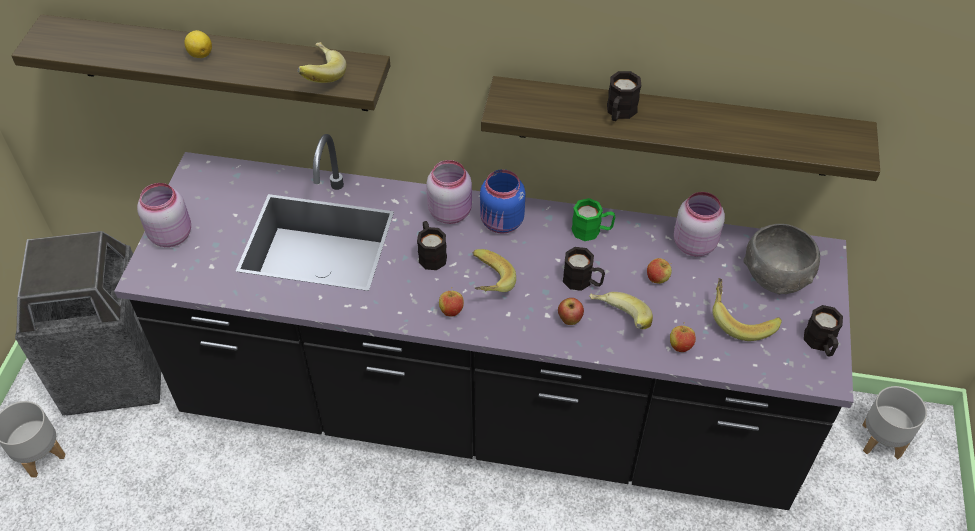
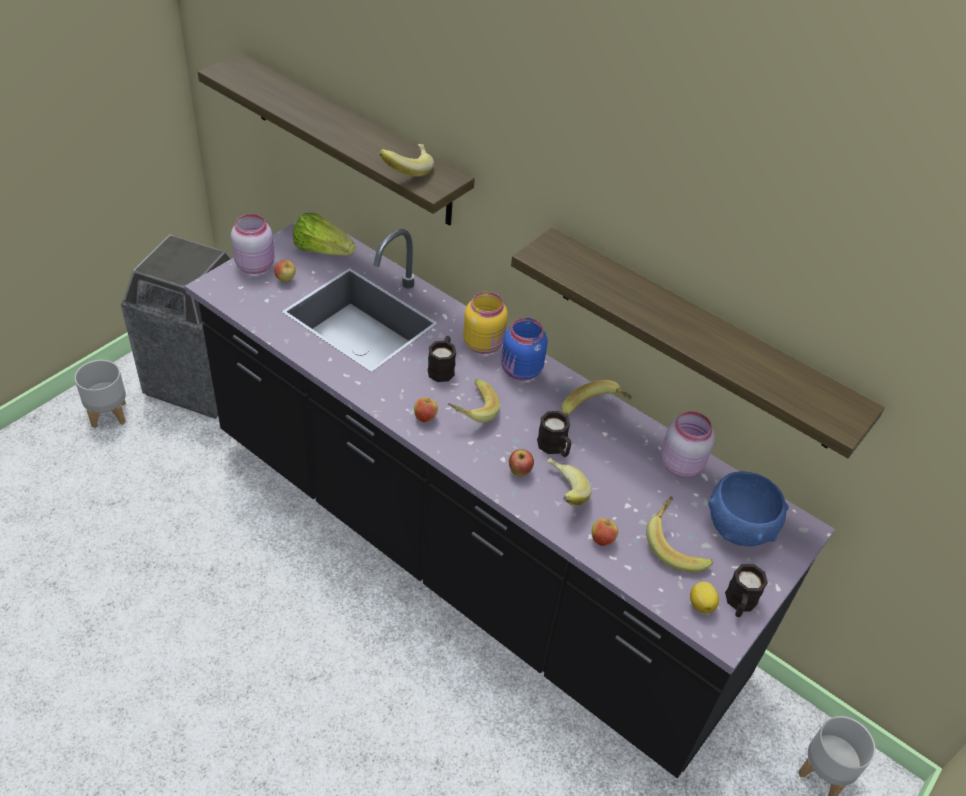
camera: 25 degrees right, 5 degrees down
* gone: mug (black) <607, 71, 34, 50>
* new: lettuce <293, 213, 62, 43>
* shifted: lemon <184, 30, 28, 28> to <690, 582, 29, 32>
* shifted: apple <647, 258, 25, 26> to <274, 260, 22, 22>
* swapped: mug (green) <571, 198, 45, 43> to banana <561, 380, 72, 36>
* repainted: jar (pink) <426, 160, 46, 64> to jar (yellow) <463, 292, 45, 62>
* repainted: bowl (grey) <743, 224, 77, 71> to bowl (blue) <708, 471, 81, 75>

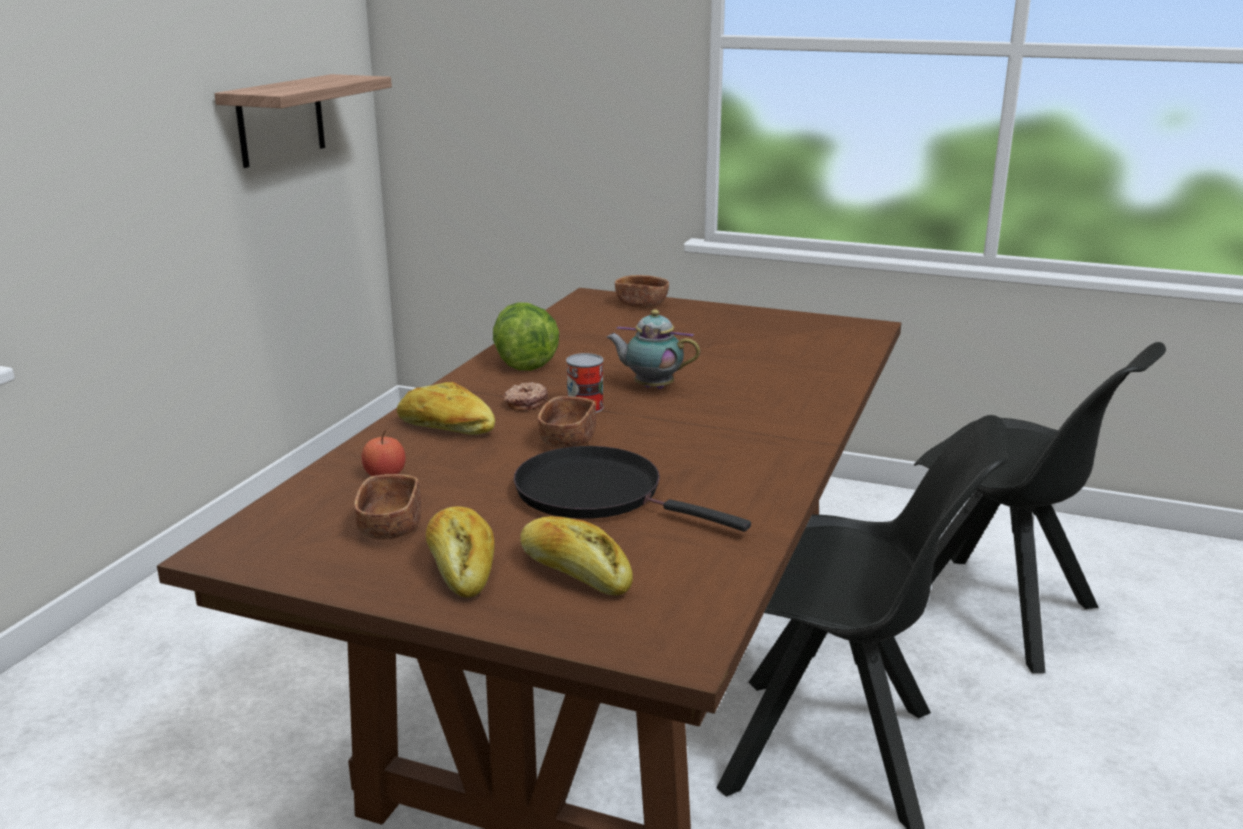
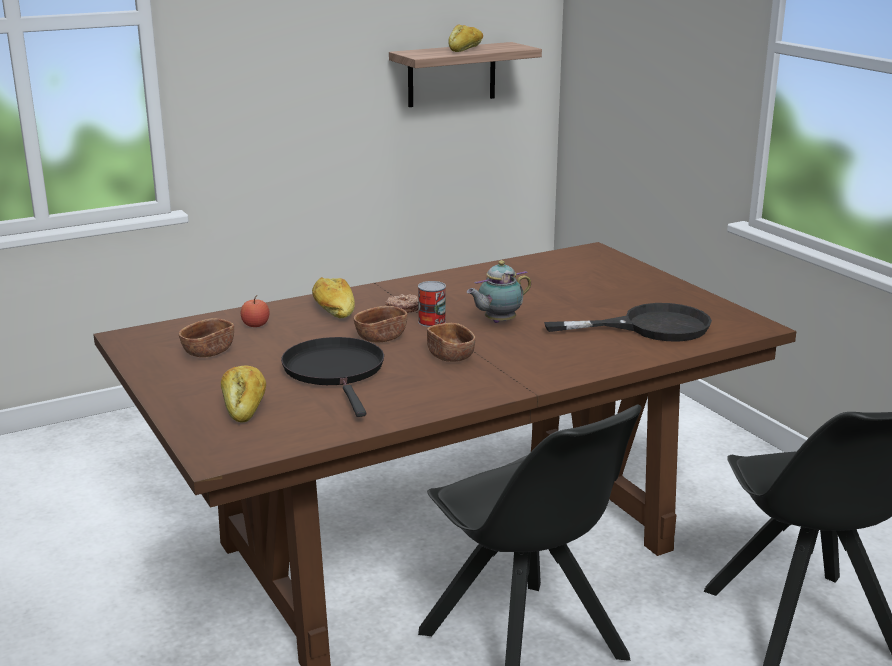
camera: 40 degrees right, 0 degrees up
* gone: lettuce <493, 303, 66, 68>
* new: frying pan (black) <544, 303, 168, 38>
* shifted: bread <426, 506, 69, 92> to <448, 24, 35, 28>
* shifted: bowl (brown) <615, 275, 54, 33> to <427, 323, 48, 39>
* rotated: teapot <606, 310, 94, 79> = <467, 260, 64, 63> 90 degrees counterclockwise

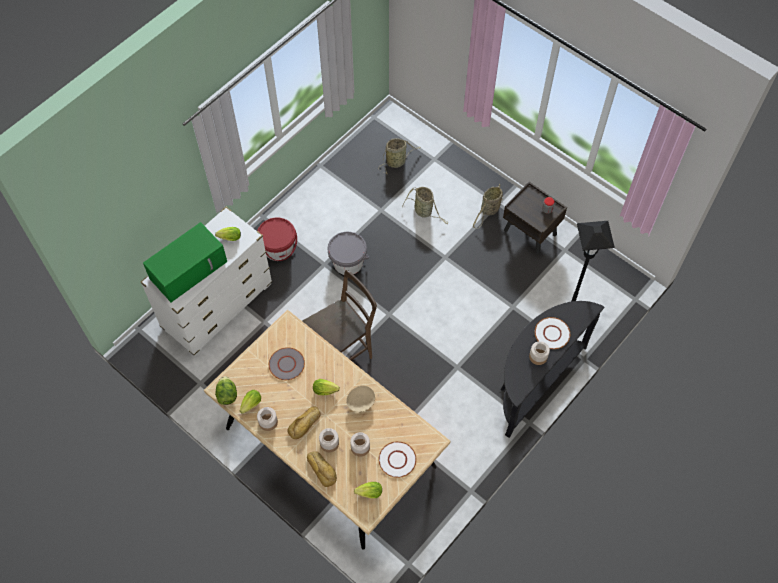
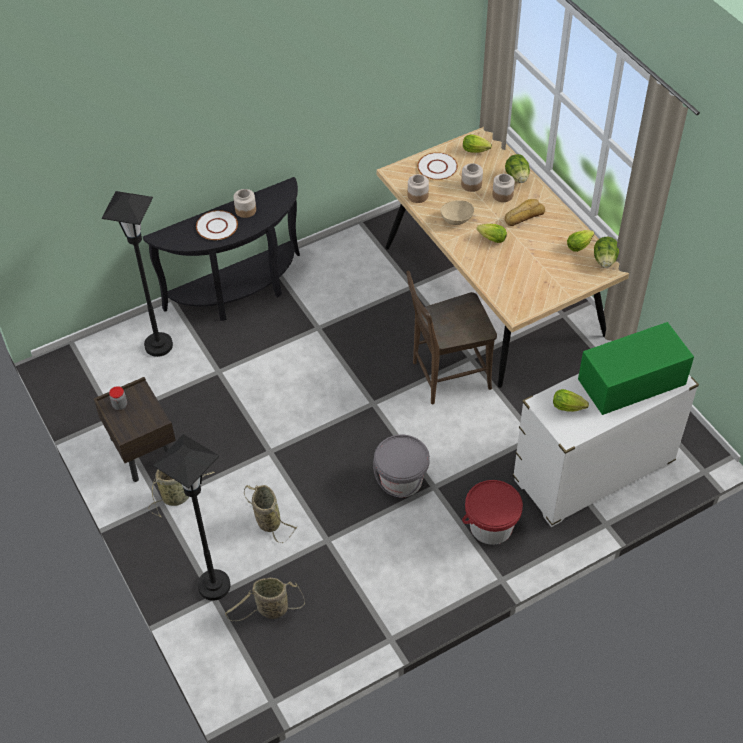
camera: 160 degrees left, 10 degrees down
* gone: plate (grey) <269, 347, 36, 33>
* new: floor lamp (black) <153, 434, 77, 167>
* shifted: jar <257, 407, 21, 24> to <408, 174, 21, 29>
* swapped: bread <307, 451, 30, 36> to lettuce <505, 154, 25, 29>

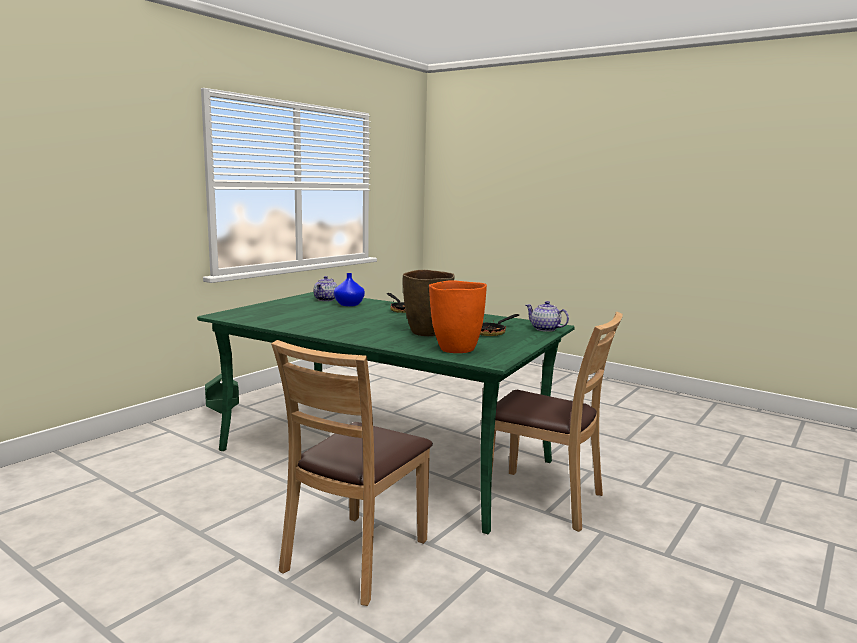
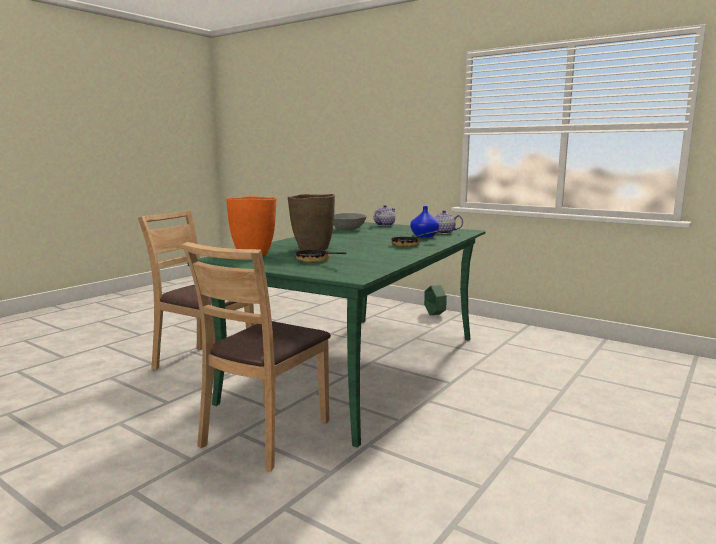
camera: 90 degrees right, 0 degrees up
* new: bowl (grey) <334, 213, 32, 17>
* shifted: teapot <526, 301, 43, 31> to <374, 205, 21, 21>

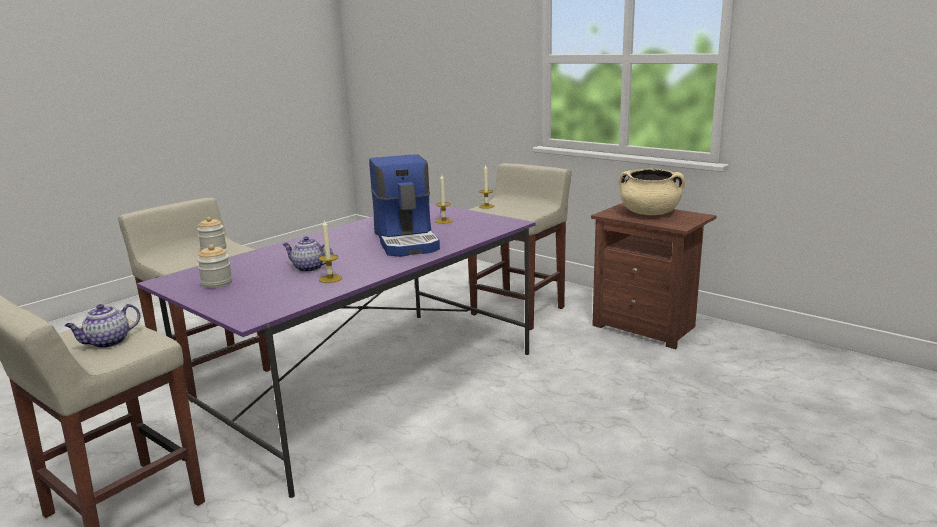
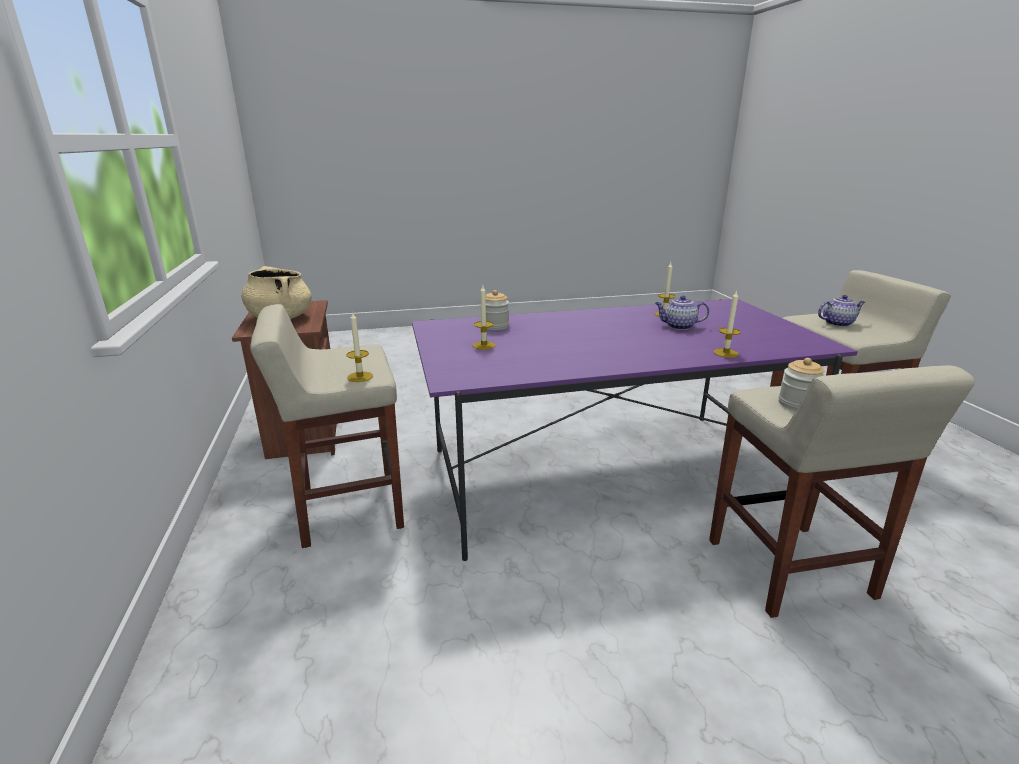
camera: 145 degrees left, 5 degrees up
* gone: coffee machine <369, 154, 71, 103>
* new: candle <713, 290, 28, 68>
* shifted: jar <197, 244, 35, 44> to <486, 290, 23, 40>
* rotated: teapot <282, 237, 51, 35> = <655, 296, 54, 34> 135 degrees clockwise

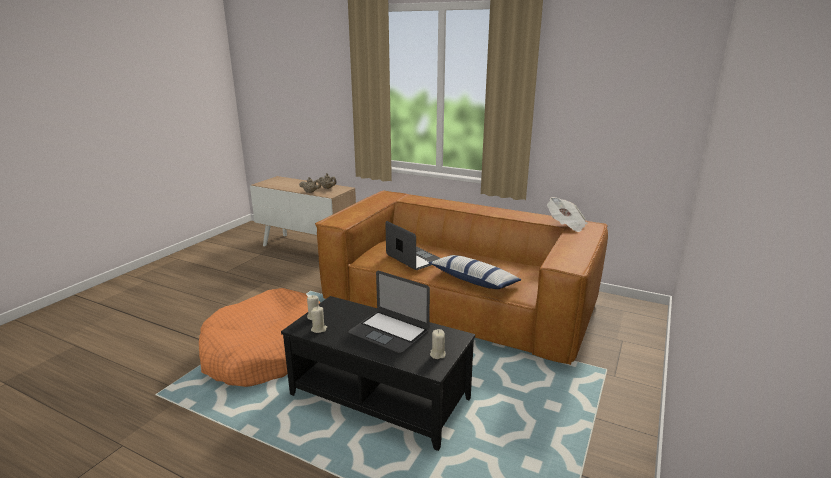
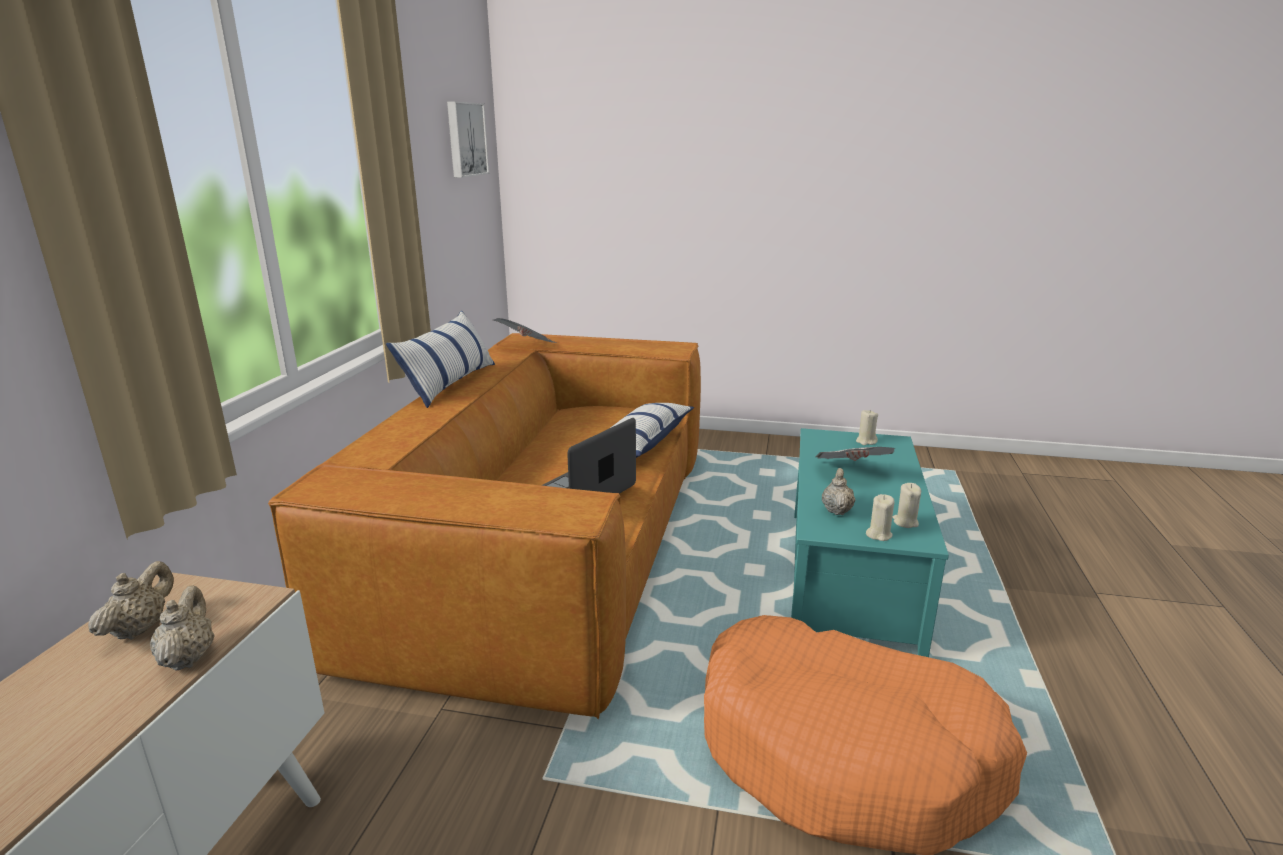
camera: 105 degrees left, 0 degrees up
* new: pillow <386, 311, 109, 97>
* new: picture <447, 102, 42, 76>
* new: teapot (beige) <822, 468, 33, 47>
* swapped: laptop <348, 271, 82, 82> to newspaper <816, 447, 79, 14>
* repainted: coffee table (black) <281, 296, 194, 155> to coffee table (turquoise) <791, 428, 158, 229>

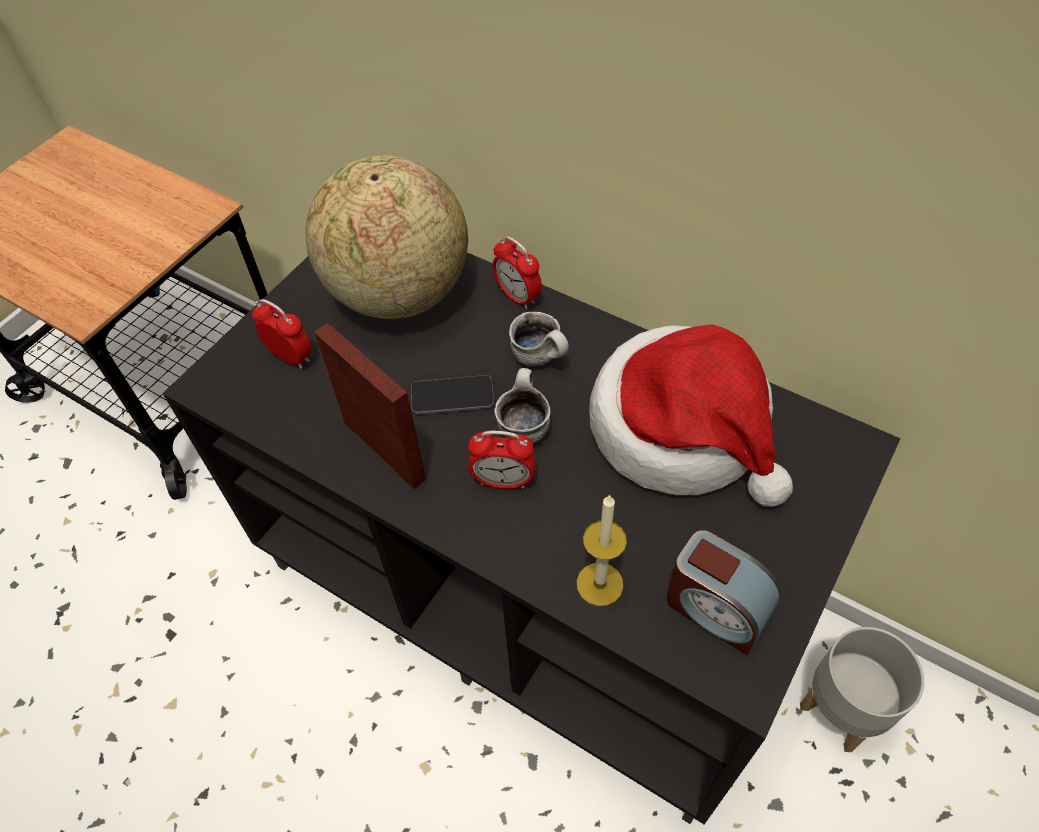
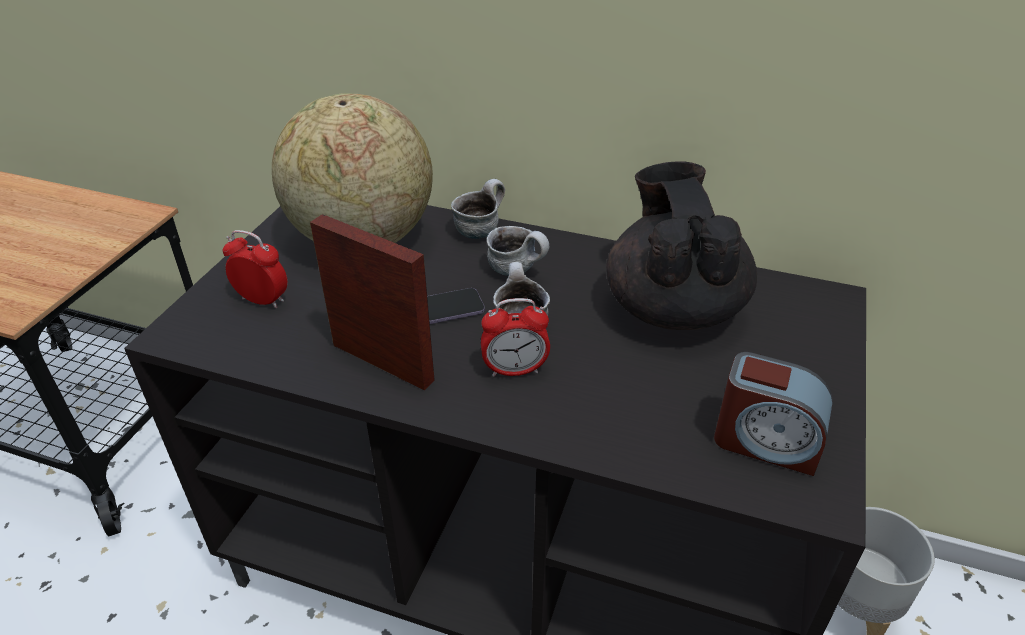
camera: 15 degrees left, 15 degrees down
* gone: candle <576, 494, 51, 112>
* swapped: alarm clock <492, 236, 50, 73> to mug <451, 179, 54, 60>
* swapped: hat <589, 324, 204, 183> to teapot (black) <606, 161, 151, 169>

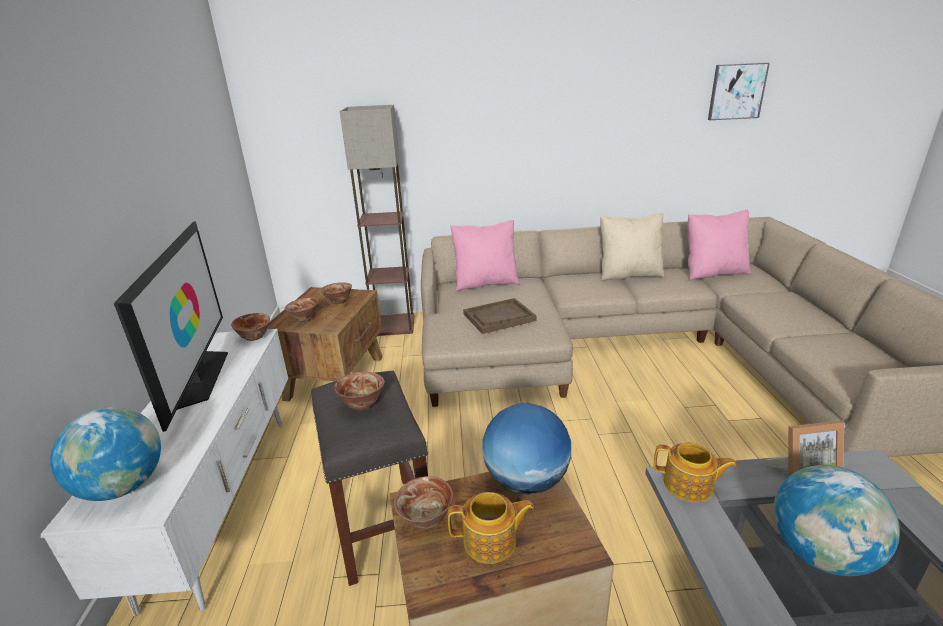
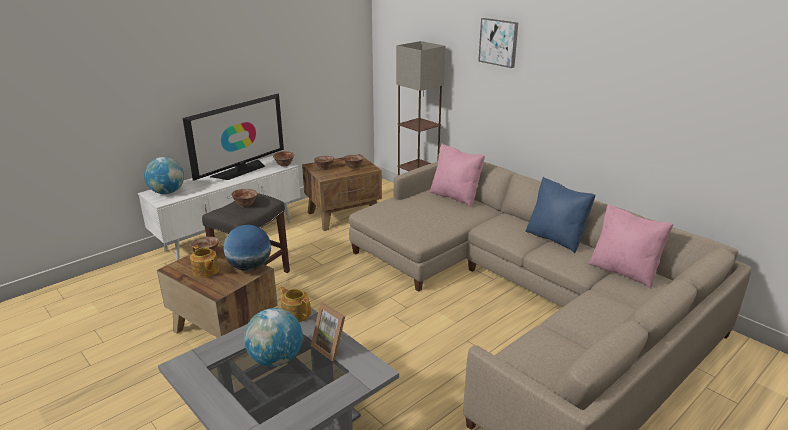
camera: 50 degrees right, 0 degrees up
* gone: tray (brown) <463, 298, 74, 36>
* shifted: picture <708, 63, 62, 57> to <478, 18, 40, 50>
* repainted: pillow (beige) <600, 213, 65, 68> to pillow (blue) <525, 177, 71, 76>
* rotated: teapot <654, 442, 83, 61> = <279, 286, 32, 36> 150 degrees clockwise

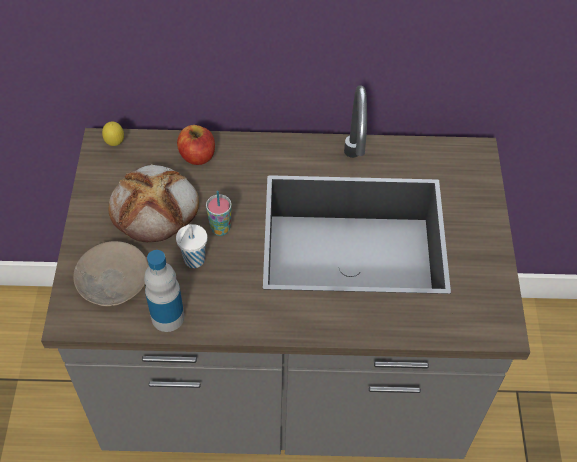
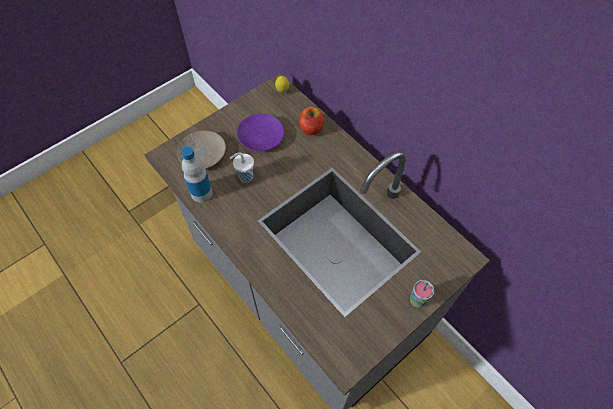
camera: 50 degrees right, 5 degrees up
* shifted: cup <206, 191, 26, 45> to <410, 280, 24, 28>
* swapped: bread <109, 165, 90, 77> to plate (purple) <237, 114, 47, 37>

